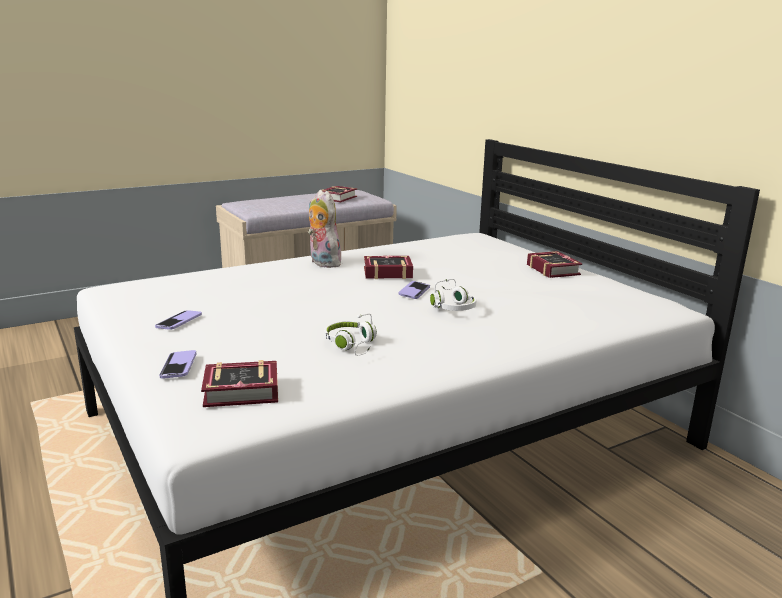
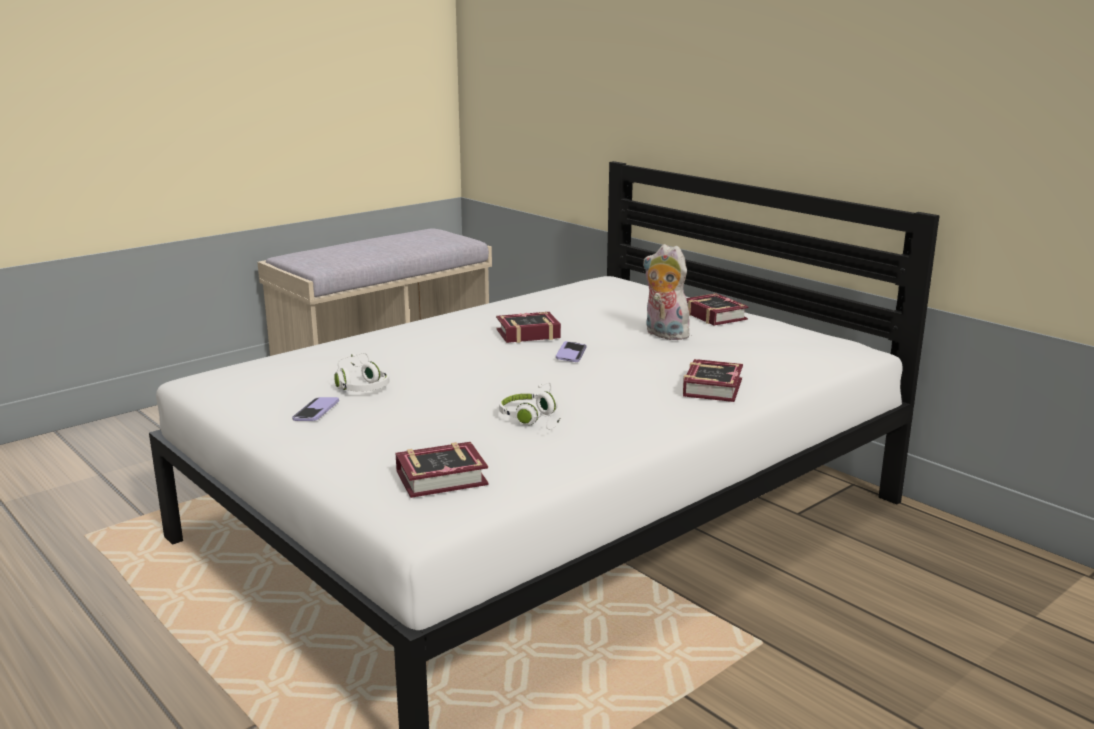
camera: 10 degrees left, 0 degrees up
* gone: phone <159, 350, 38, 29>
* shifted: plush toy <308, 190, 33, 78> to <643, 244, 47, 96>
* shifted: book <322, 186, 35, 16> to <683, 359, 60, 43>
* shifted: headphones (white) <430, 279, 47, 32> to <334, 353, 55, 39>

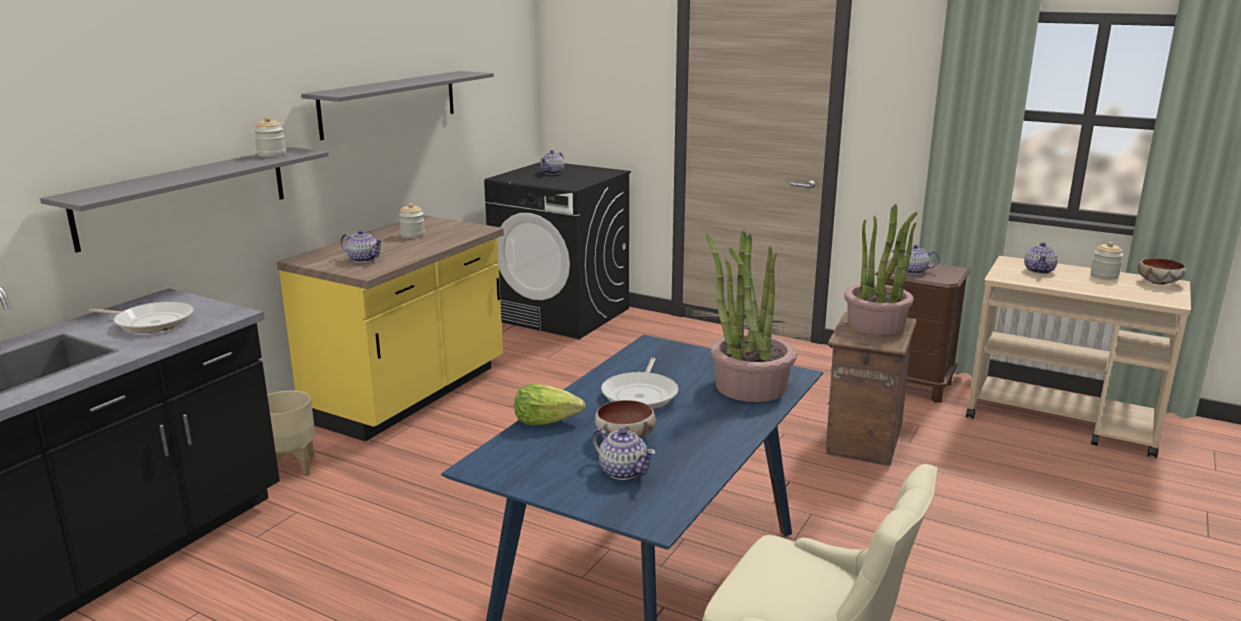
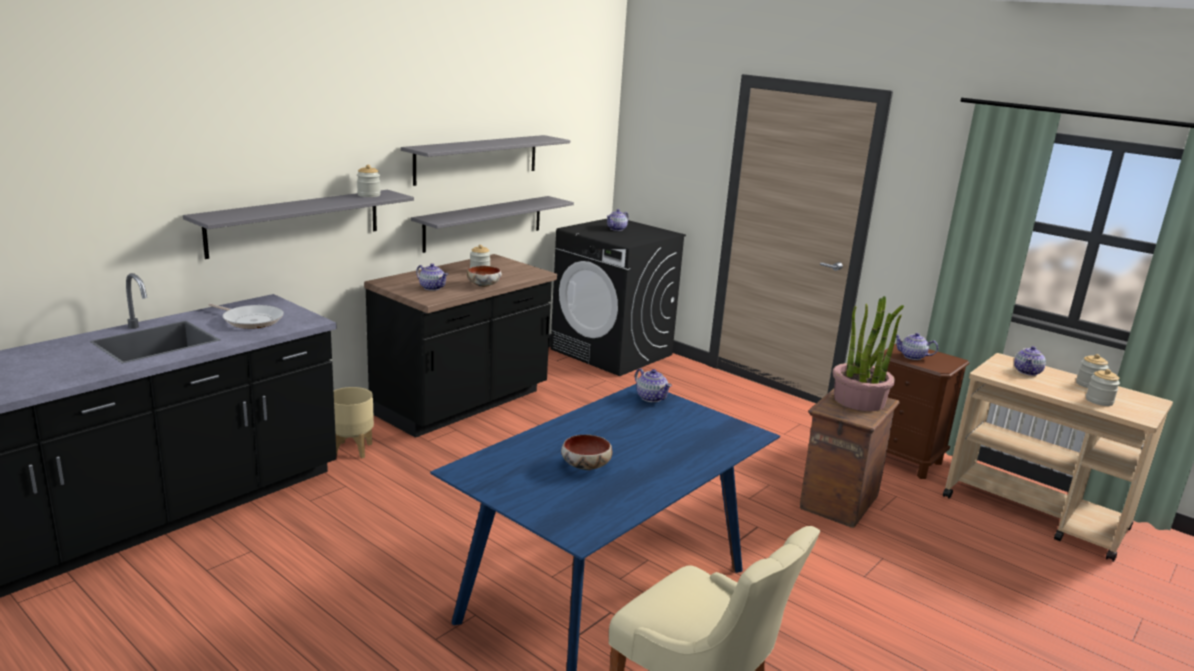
camera: 10 degrees right, 0 degrees up
* gone: lettuce <514, 384, 71, 41>
* gone: frying pan <601, 358, 77, 51>
* gone: potted plant <706, 230, 91, 172>
* new: shelf (grey) <411, 196, 163, 57>
* new: jar <1086, 369, 34, 37>
* shifted: teapot <592, 428, 64, 52> to <635, 368, 37, 34>
* shifted: bowl <1138, 258, 48, 27> to <467, 266, 35, 21>
* repainted: counter (yellow) <277, 215, 227, 227> to counter (black) <364, 254, 193, 184>

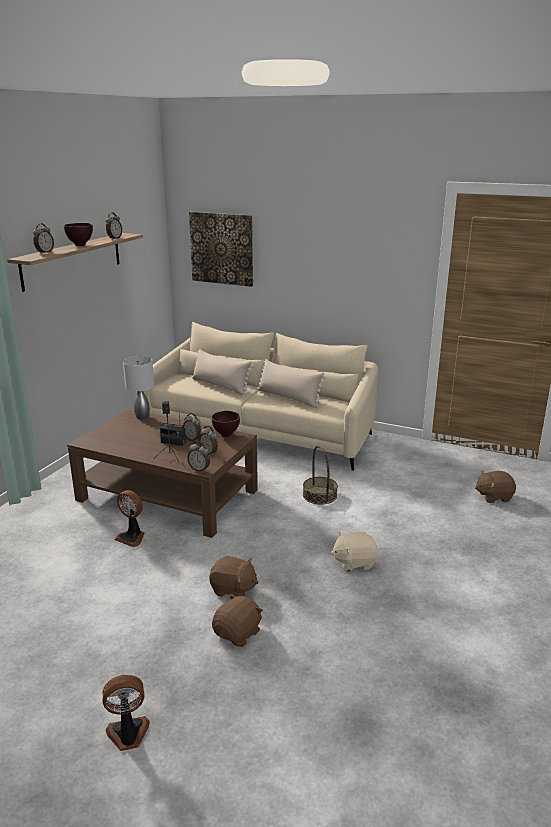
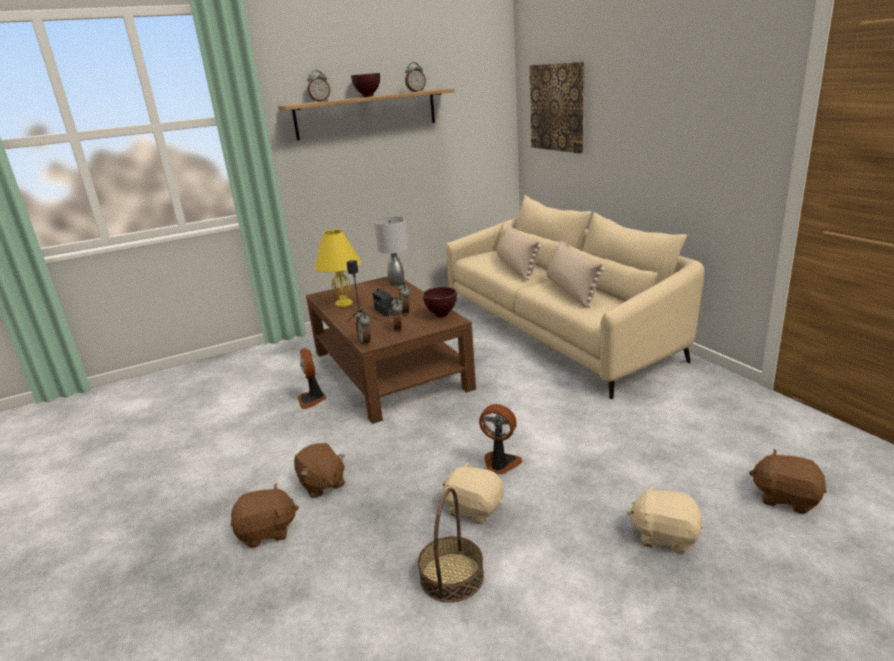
camera: 40 degrees right, 0 degrees up
* new: table lamp (yellow) <314, 230, 47, 77>
* new: plush toy (beige) <627, 484, 76, 69>
* shifted: fan <102, 675, 48, 76> to <479, 404, 44, 70>
* shifted: basket <303, 445, 35, 60> to <418, 488, 66, 114>

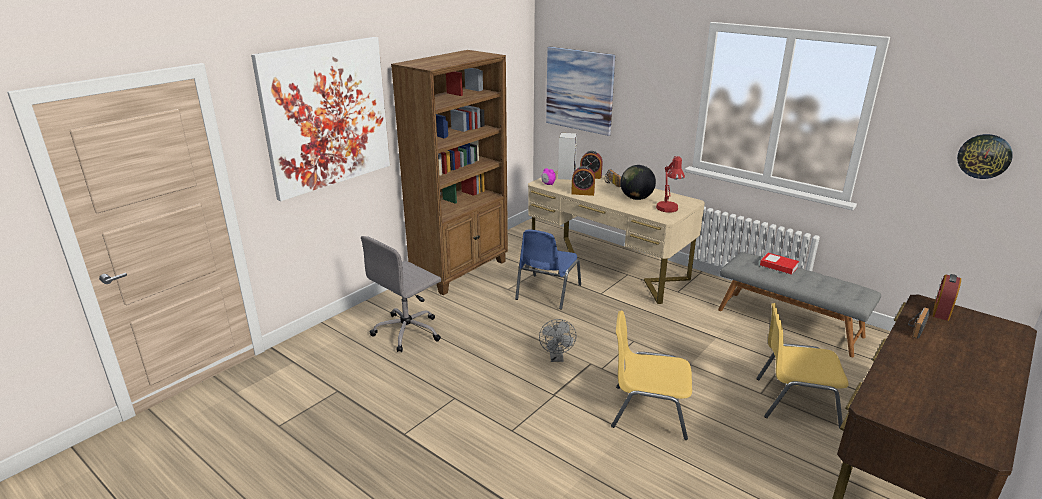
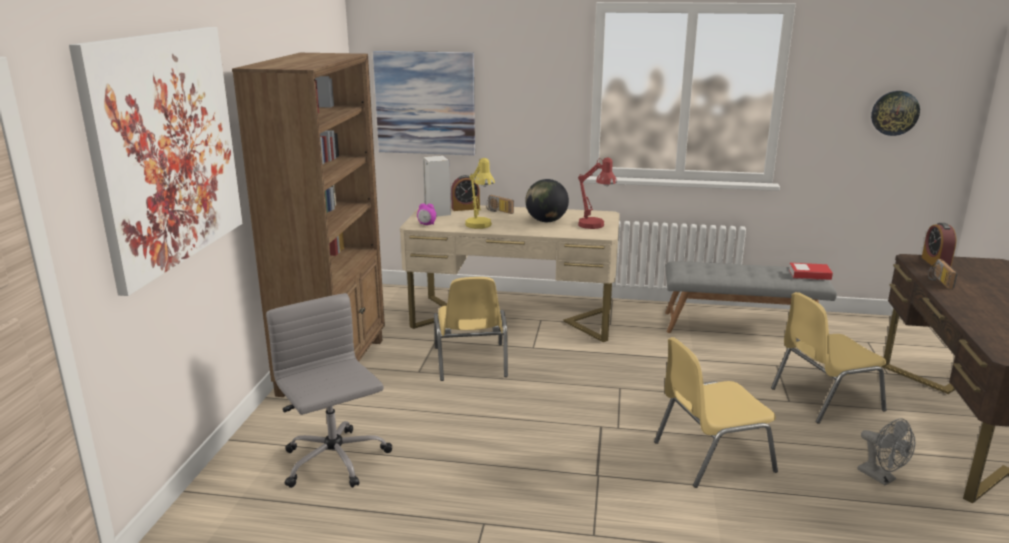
camera: 30 degrees left, 5 degrees down
* shifted: fan (grey) <539, 319, 37, 43> to <857, 419, 58, 66>
* shifted: book <760, 253, 39, 22> to <789, 263, 44, 17>
* swapped: alarm clock <571, 166, 24, 30> to table lamp (yellow) <465, 158, 30, 71>
* repainted: chair (blue) <515, 230, 66, 80> to chair (yellow) <434, 277, 74, 104>
* rotated: office chair (grey) <361, 236, 80, 116> = <266, 293, 127, 195> 135 degrees clockwise

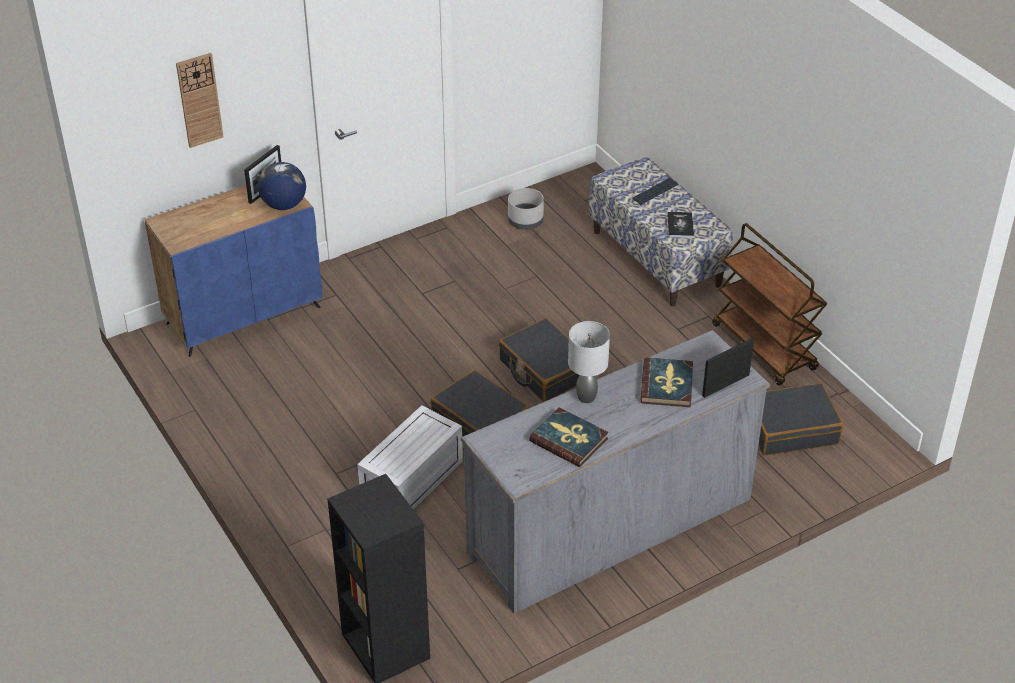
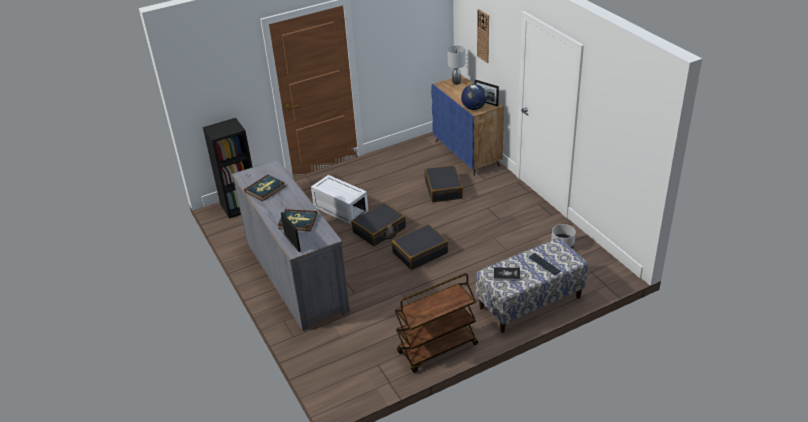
camera: 95 degrees right, 5 degrees down
* shifted: table lamp (grey) <568, 321, 42, 82> to <447, 46, 18, 39>
* shifted: suitcase (black) <759, 383, 84, 72> to <424, 165, 39, 37>

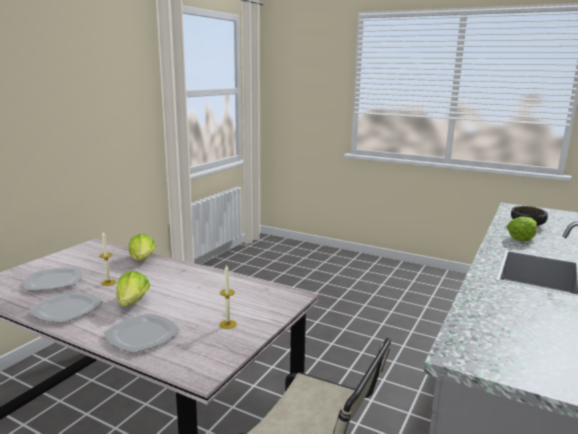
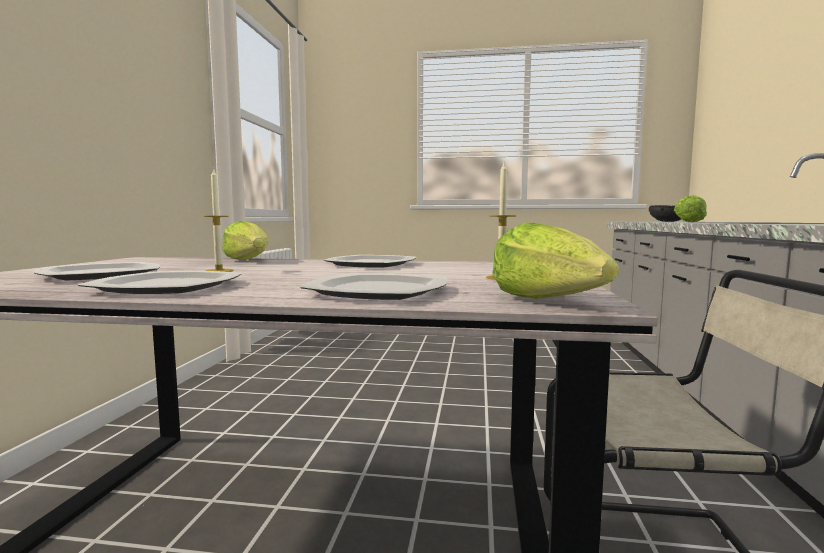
camera: 20 degrees left, 10 degrees down
* new: plate <324, 255, 92, 13>
* shifted: lettuce <116, 271, 34, 36> to <492, 222, 127, 77>

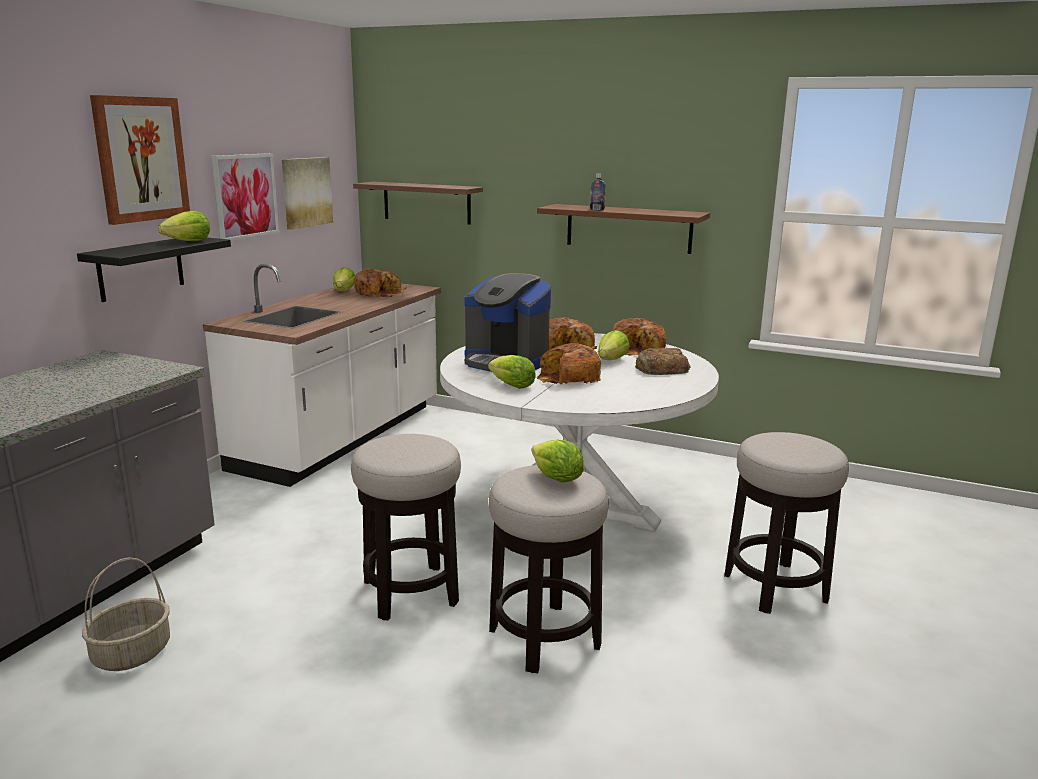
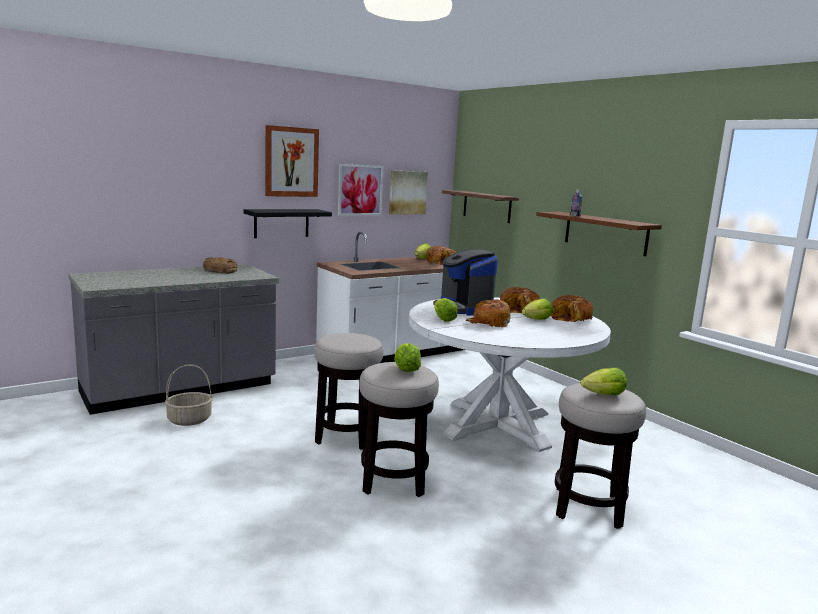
camera: 30 degrees right, 5 degrees down
* shifted: lettuce <158, 211, 52, 30> to <581, 368, 46, 27>
* shifted: bread <635, 348, 55, 27> to <203, 257, 35, 17>

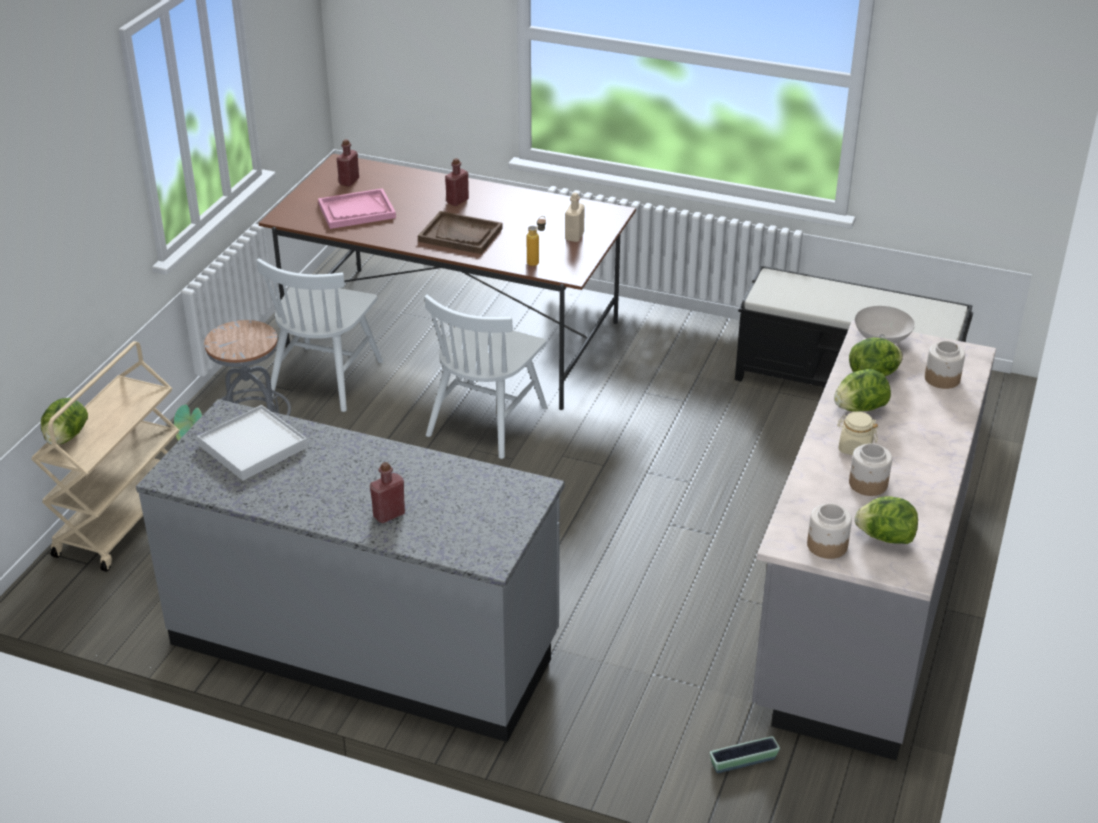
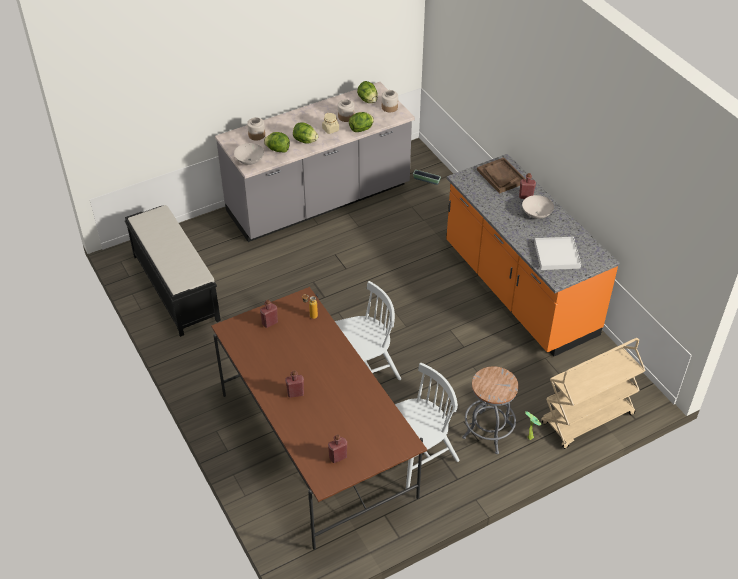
camera: 140 degrees left, 10 degrees up
* gone: tray (pink) <318, 188, 78, 41>
* new: bowl (white) <522, 195, 32, 24>
* shifted: lettuce <41, 398, 47, 47> to <349, 112, 25, 20>
* shifted: tray (brown) <418, 211, 85, 43> to <477, 157, 48, 37>
* repainted: counter (grey) <136, 399, 429, 343> to counter (orange) <446, 154, 174, 203>
* repainted: bottle (beige) <565, 193, 20, 49> to bottle (red) <260, 300, 18, 28>

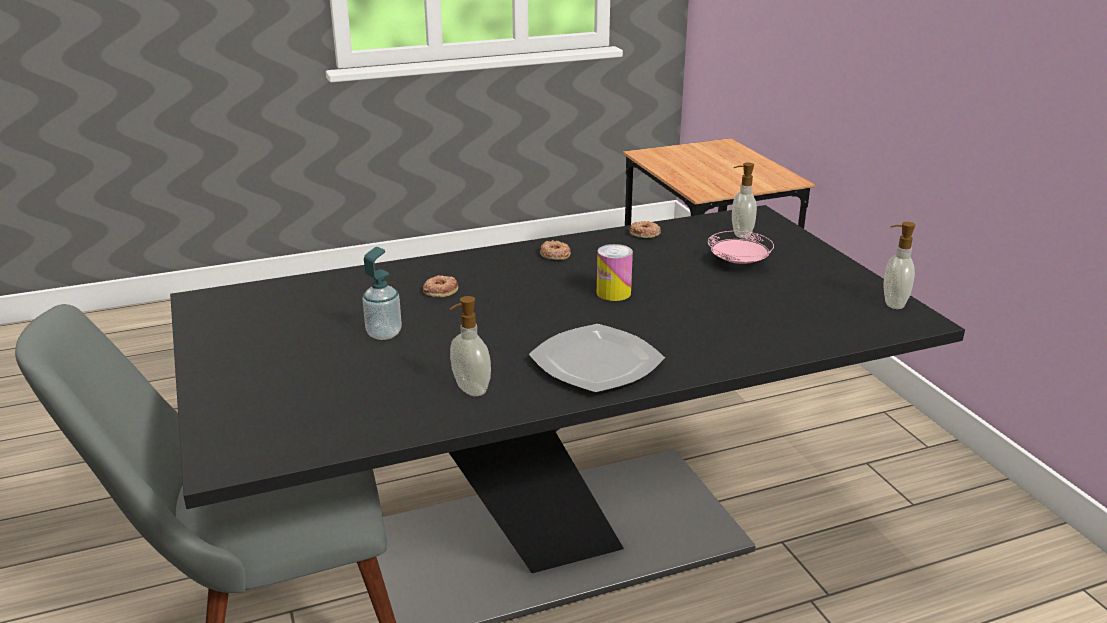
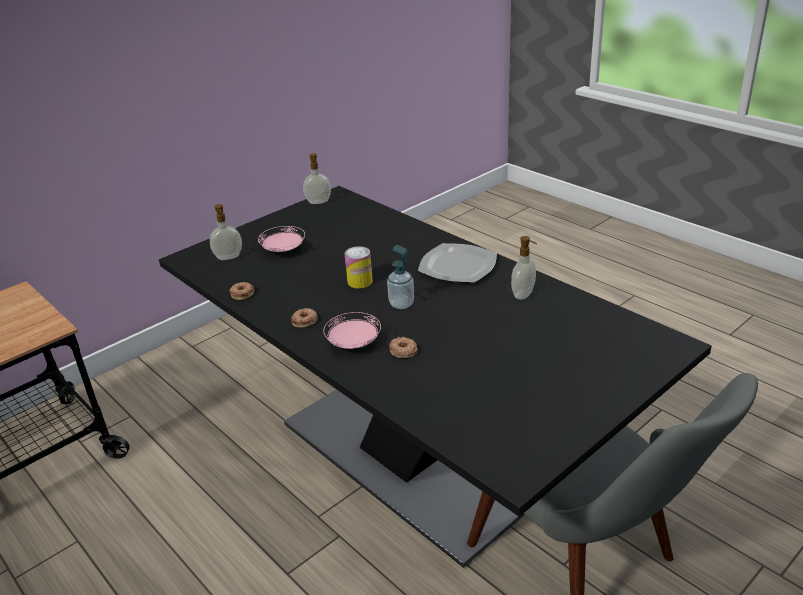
camera: 110 degrees left, 5 degrees up
* new: plate (pink) <323, 312, 58, 37>
* shifted: soap dispenser <362, 247, 40, 93> to <387, 245, 27, 64>

